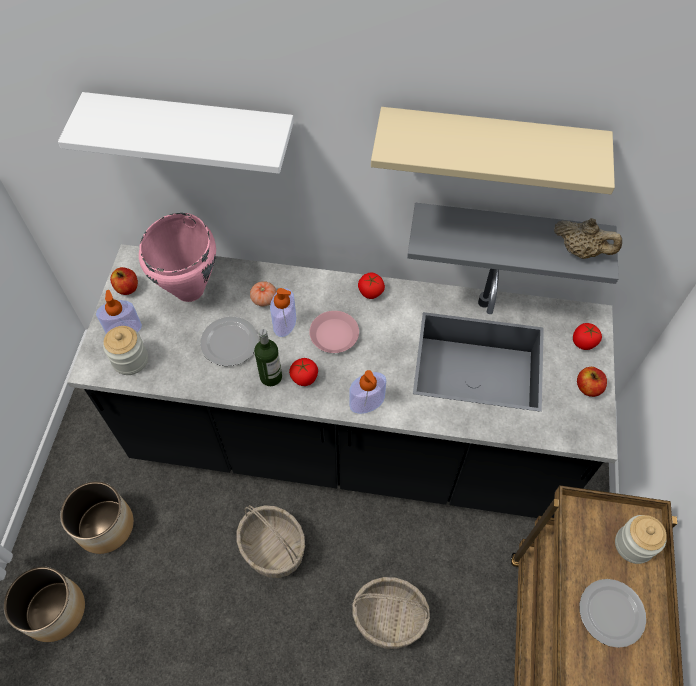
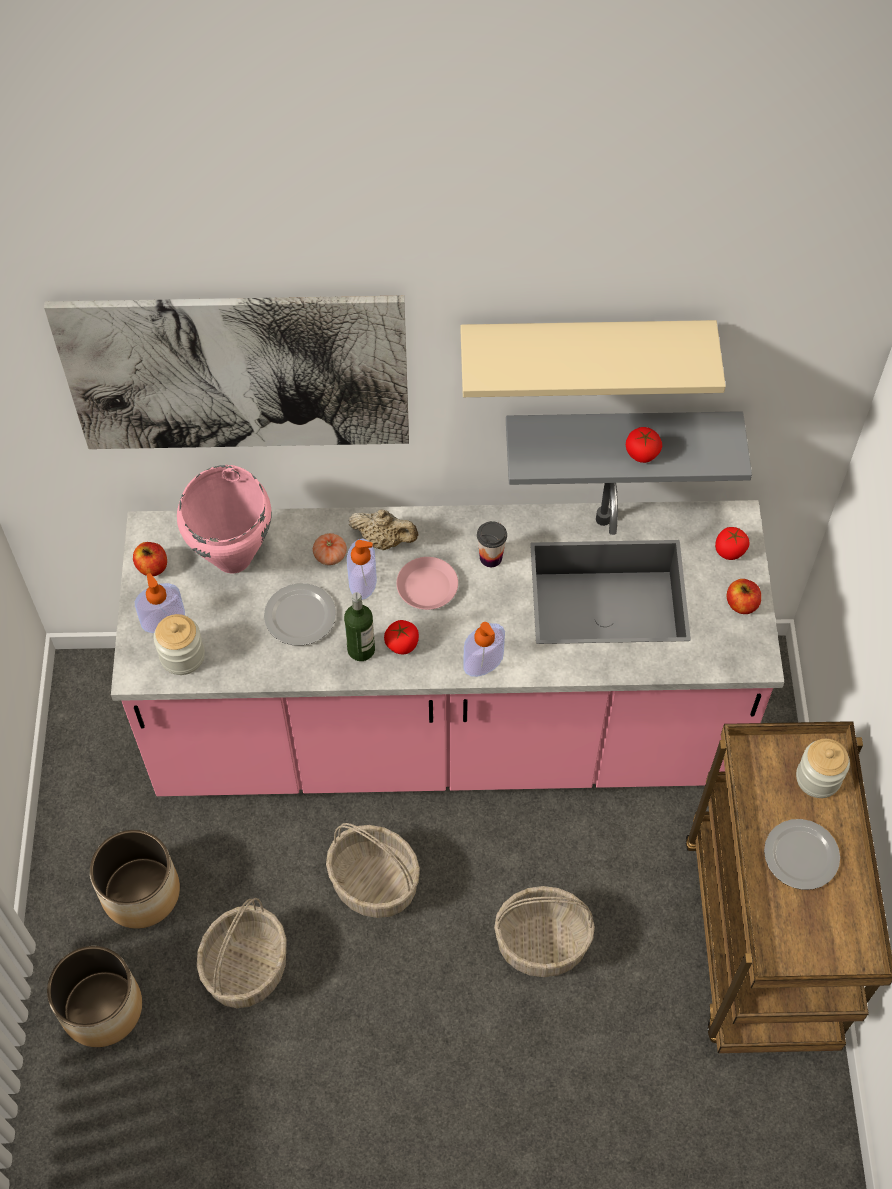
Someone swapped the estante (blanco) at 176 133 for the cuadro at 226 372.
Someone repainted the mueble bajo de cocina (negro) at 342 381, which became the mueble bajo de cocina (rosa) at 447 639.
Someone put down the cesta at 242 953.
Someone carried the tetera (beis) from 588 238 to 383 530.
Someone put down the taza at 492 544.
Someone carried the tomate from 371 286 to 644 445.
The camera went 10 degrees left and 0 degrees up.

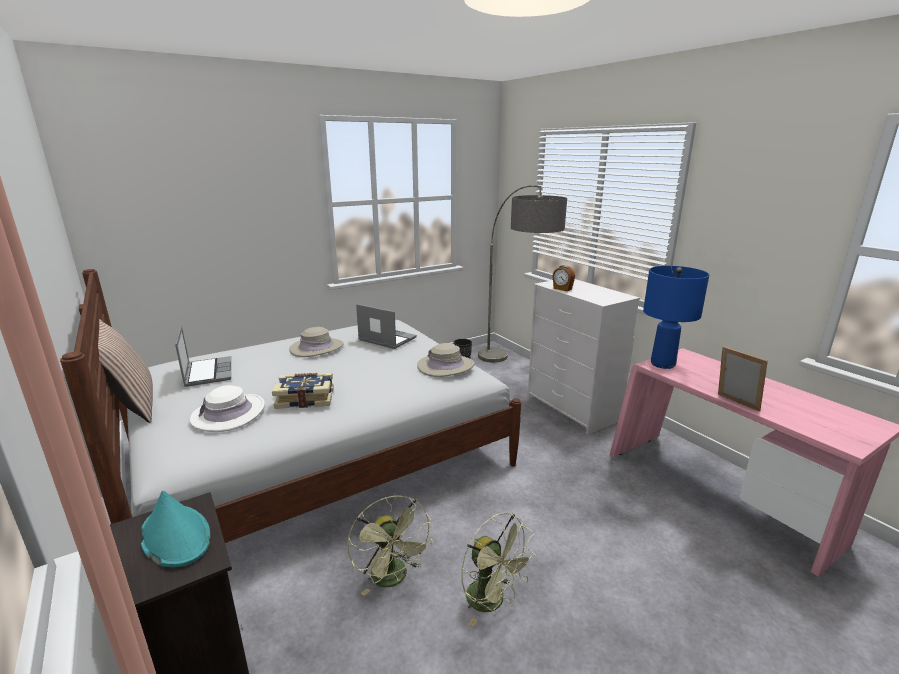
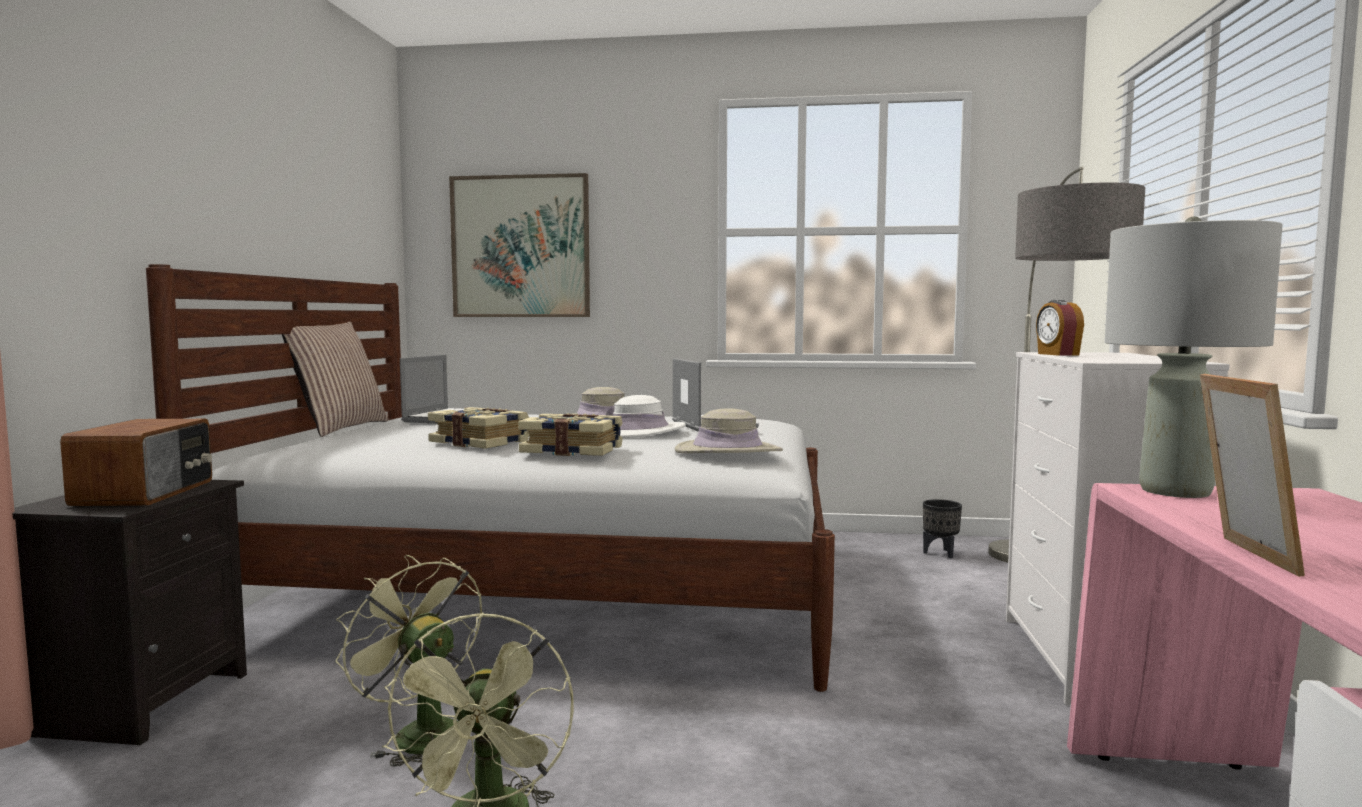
Someone swapped the sombrero (turquesa) at 175 528 for the radio at 136 462.
Someone rotated the ventilador (verde) at 390 546 by 120 degrees clockwise.
Someone put up the cuadro at 519 245.
Someone put down the libro at 570 434.
Someone carried the sombrero (blanco) from 227 408 to 646 416.
Someone repainted the lámpara de mesa (azul) at 676 317, which became the lámpara de mesa (gris) at 1194 357.
The camera went 40 degrees right and 15 degrees down.

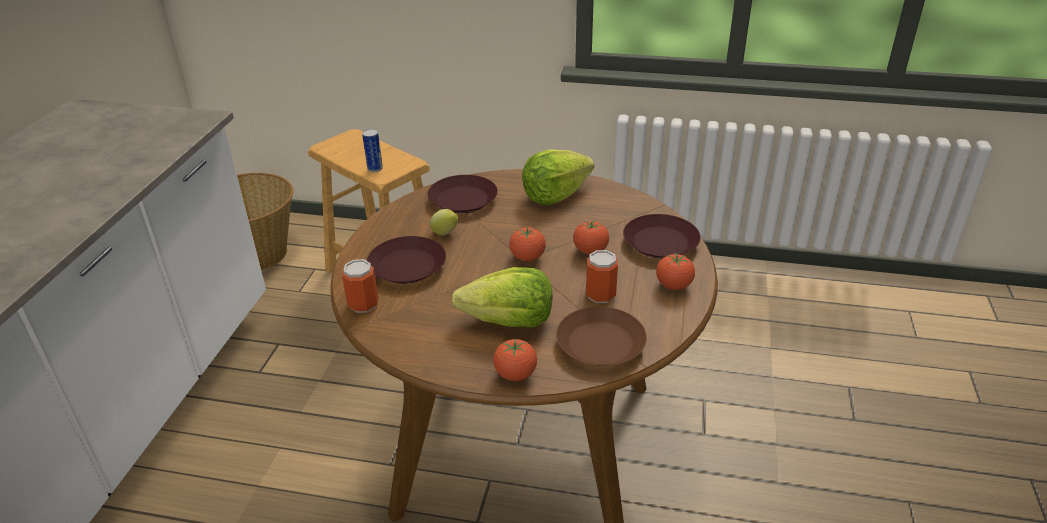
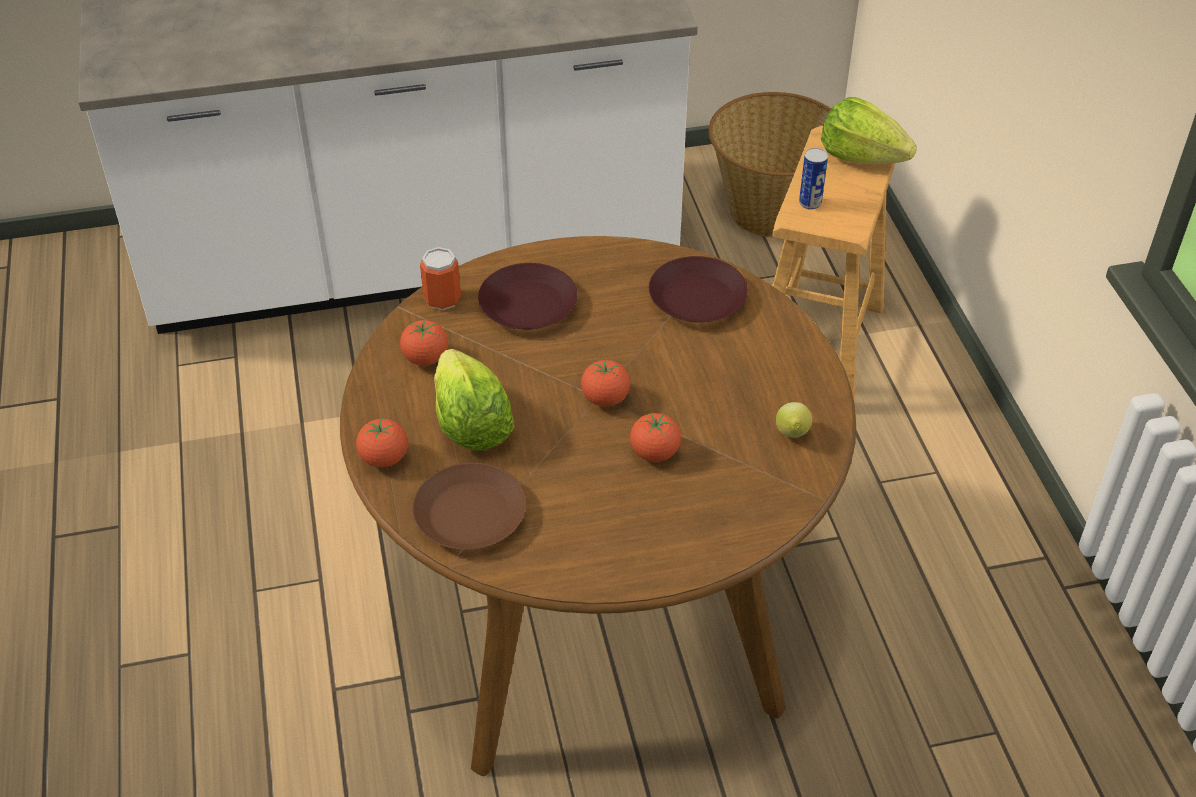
Someone carried the tomate from 675 271 to 424 342.
Someone carried the limón from 444 222 to 794 420.
Someone carried the lechuga from 558 177 to 869 130.
Someone took away the lata at 602 276.
Someone took away the plato (marrón) at 662 236.
The camera went 65 degrees right and 10 degrees up.

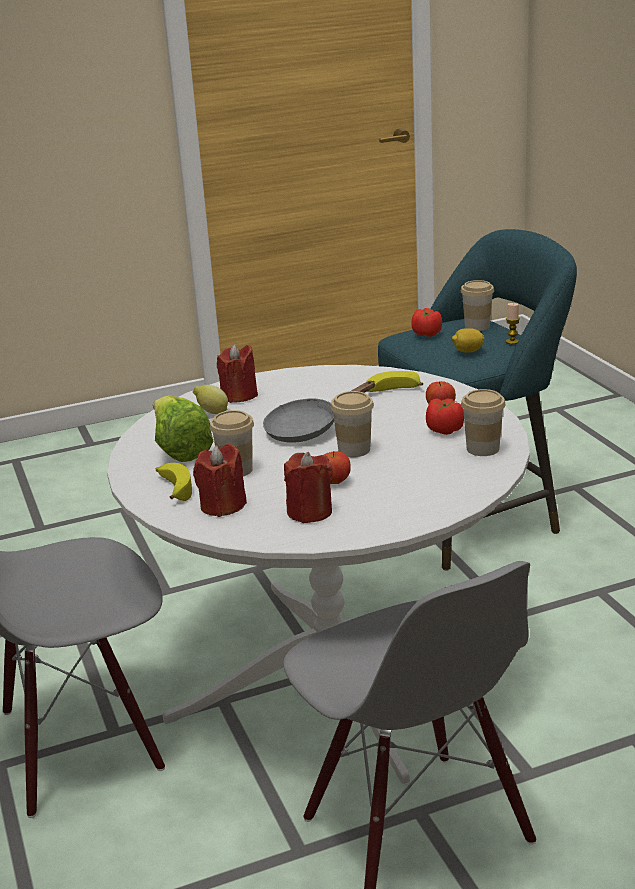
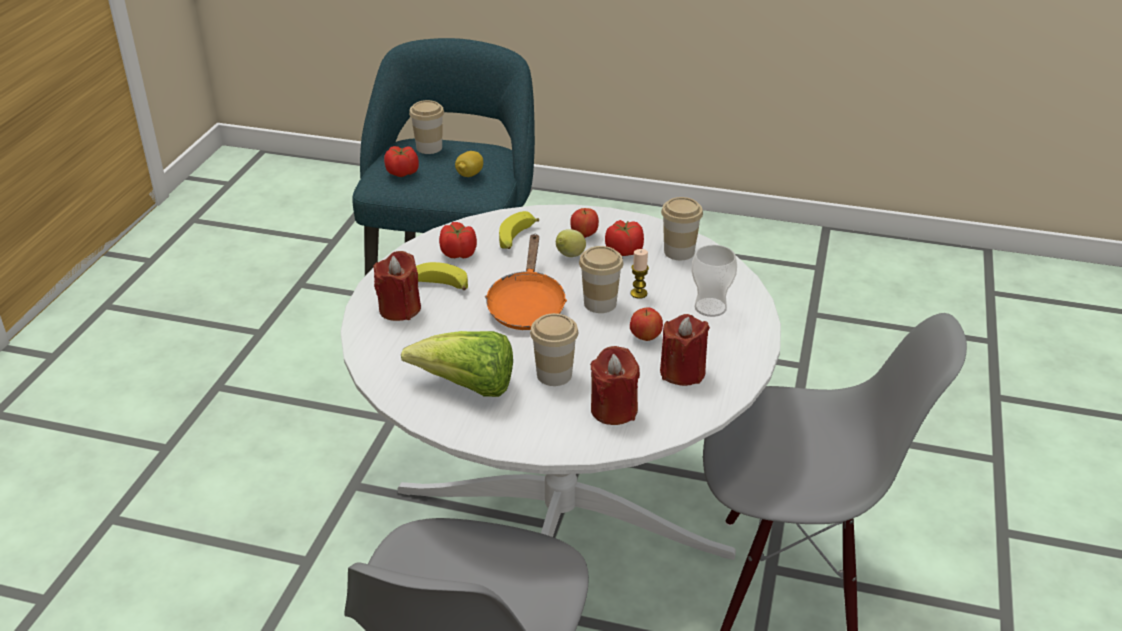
Someone carried the plátano from 174 482 to 442 276.
Someone put down the tomate at 458 240.
Someone repainted the sartén (gris) at 319 412, which became the sartén (naranja) at 526 282.
Someone carried the limón from 210 399 to 571 243.
Someone carried the vela from 513 323 to 639 274.
Someone put down the taza at 714 281.
The camera went 55 degrees left and 10 degrees up.

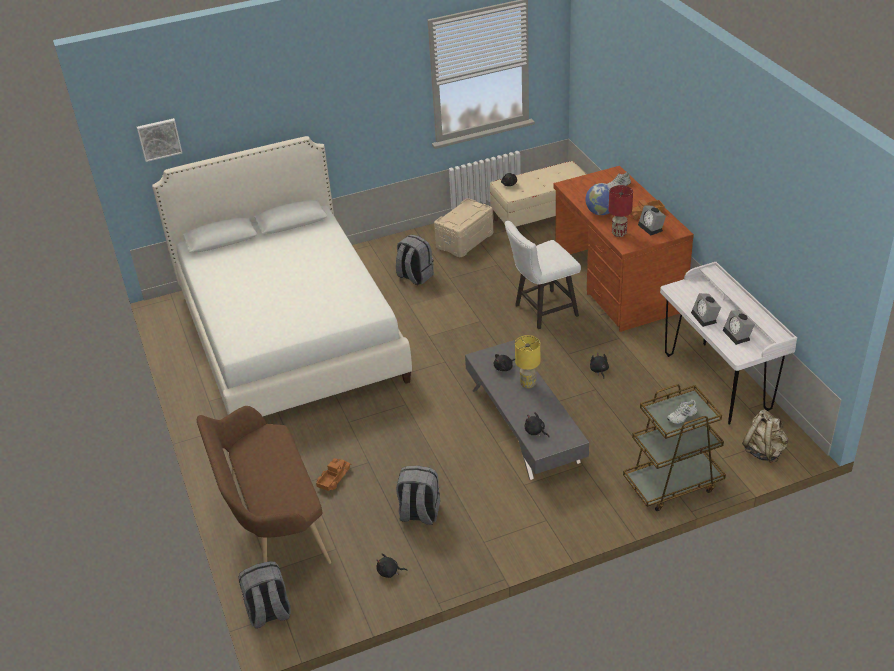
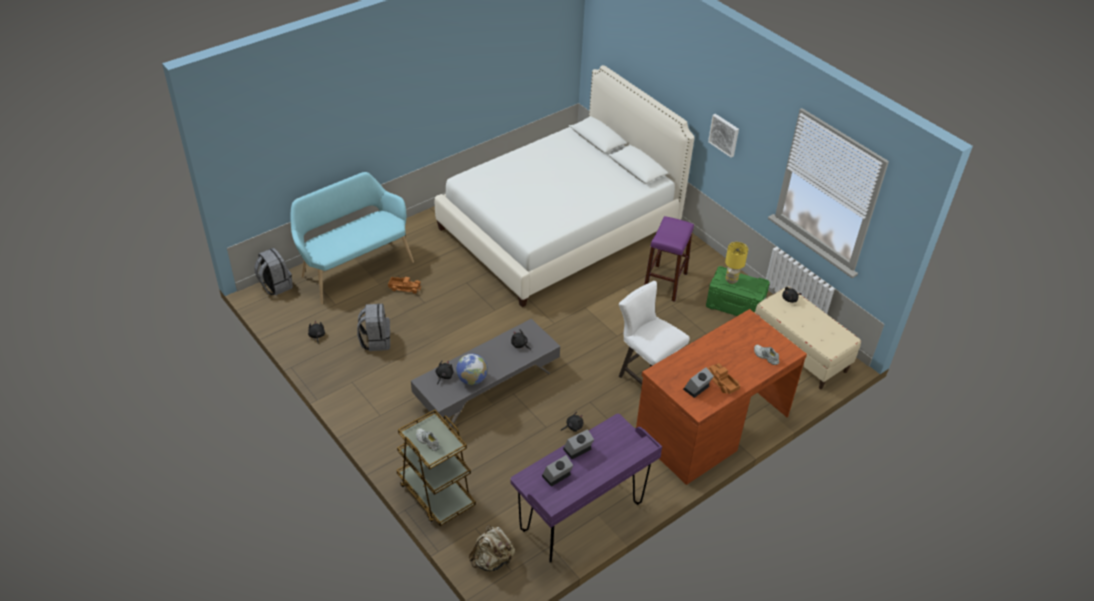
Someone repainted the banco (marrón) at 264 485, which became the banco (turquesa) at 352 238.
Someone carried the globo terráqueo from 598 199 to 472 369.
Someone repainted the escritorio (blanco) at 728 343, which became the escritorio (morado) at 586 488.
Someone swapped the mochila (gris) at 415 259 for the taburete (morado) at 669 259.
Someone repainted the caja de almacenaje (beis) at 463 227, which became the caja de almacenaje (verde) at 738 291.
Someone carried the cuadro from 159 140 to 723 136.
Someone carried the lámpara de mesa (amarillo) from 527 361 to 736 263.
Someone took away the lámpara de mesa (rojo) at 621 211.
The camera went 70 degrees right and 5 degrees up.

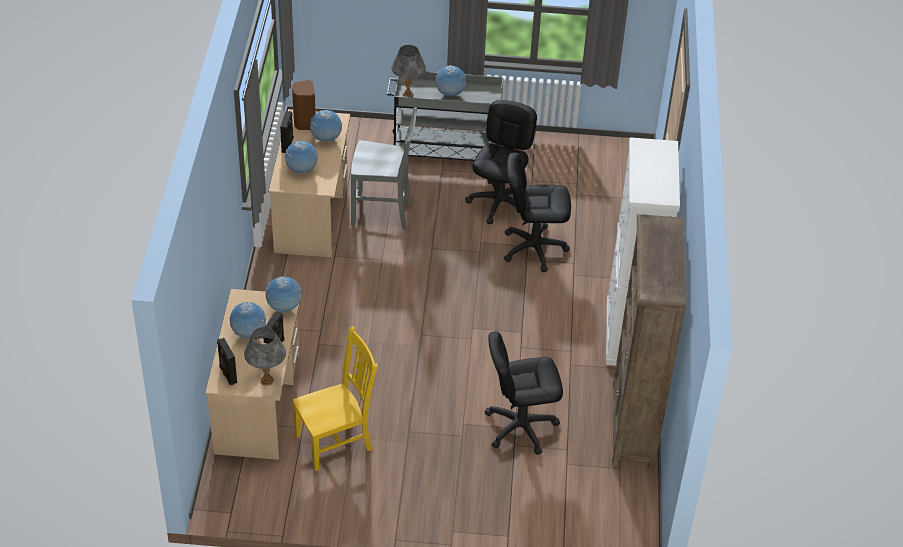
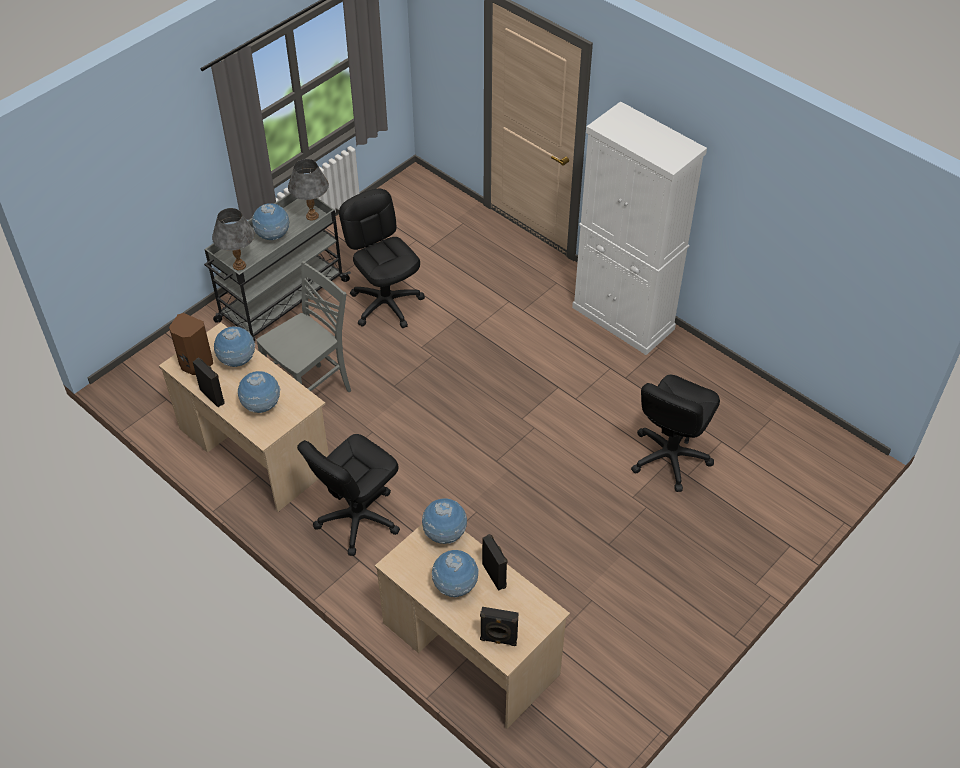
Someone carried the lámpara de mesa (gris) from 265 356 to 308 190.
Someone carried the silla de oficina (negro) from 537 212 to 348 495.
Someone took away the silla (amarillo) at 335 398.
Someone took away the estantería (marrón) at 649 341.
The camera went 50 degrees left and 5 degrees up.

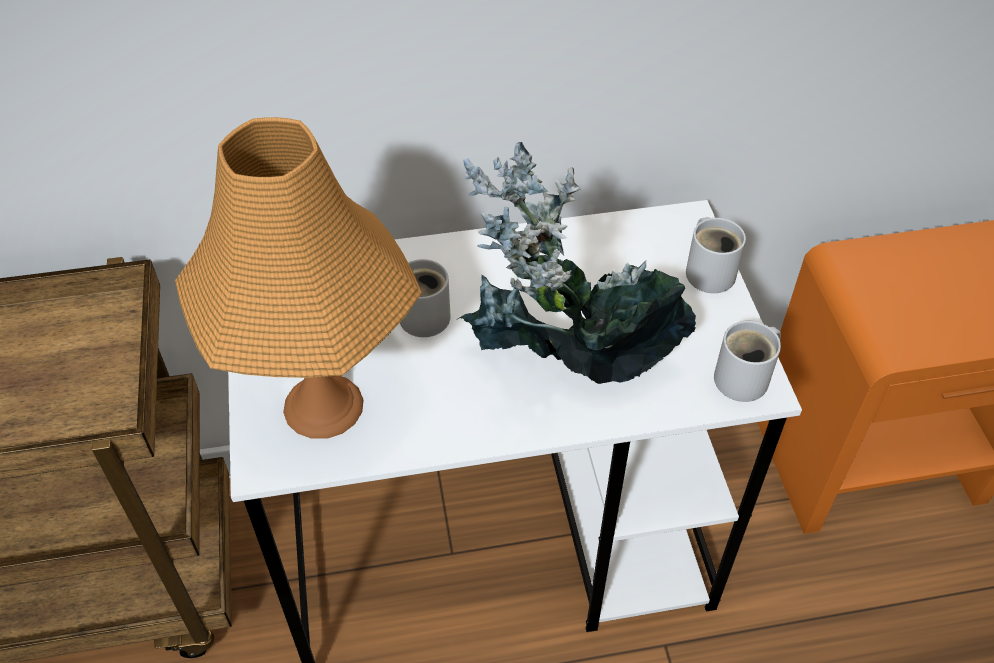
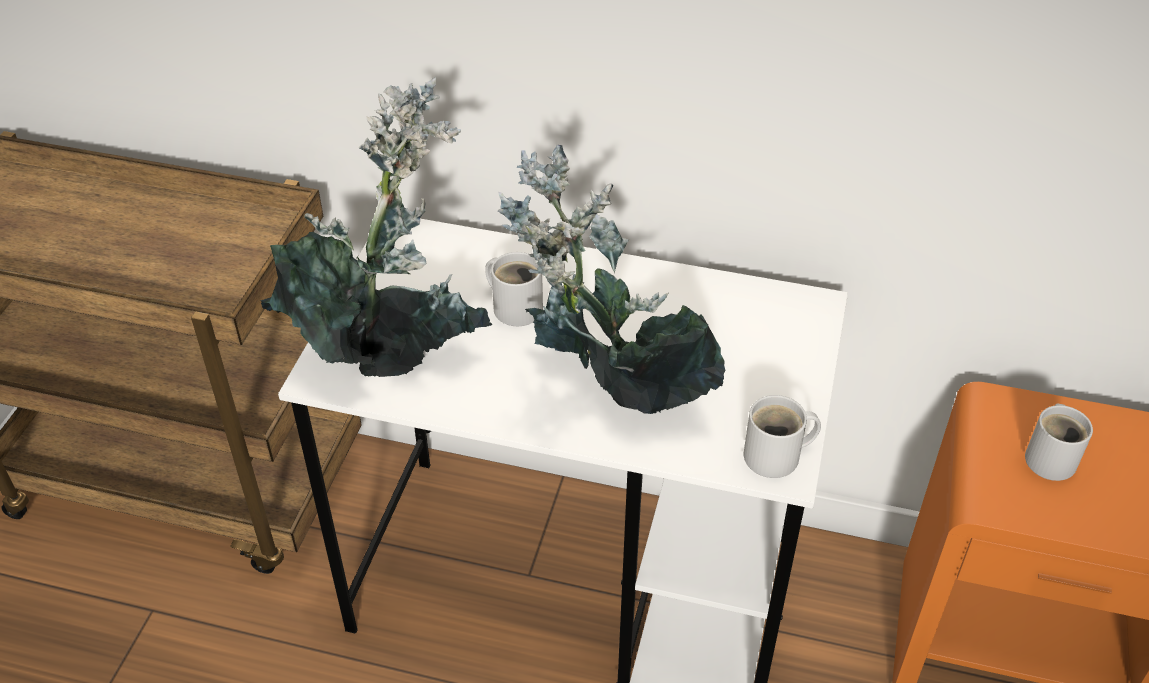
Someone swapped the lámpara de mesa (naranja) at 298 278 for the planta en maceta at 376 227.
Someone carried the taza grande (blanco) from 716 255 to 1059 442.
The camera went 25 degrees right and 5 degrees down.

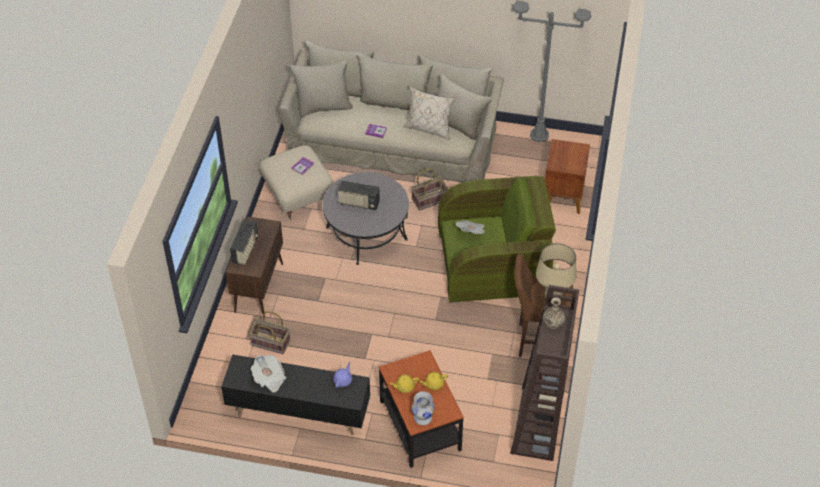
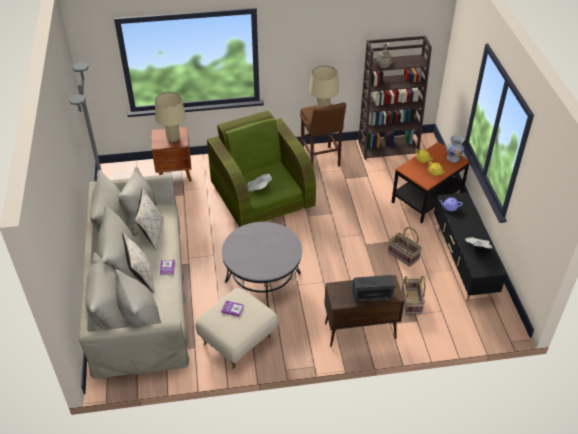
Someone put down the cojín (beis) at 138 263.
Someone put down the lámpara de mesa (beis) at 170 117.
Someone carried the cesta from 429 189 to 405 247.
Someone took away the radio at 359 195.
The camera went 110 degrees left and 5 degrees down.

